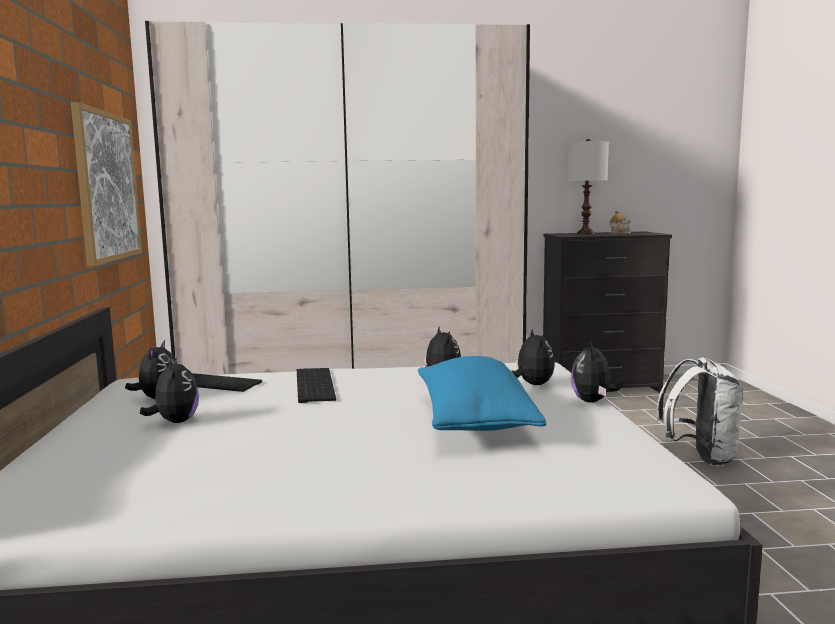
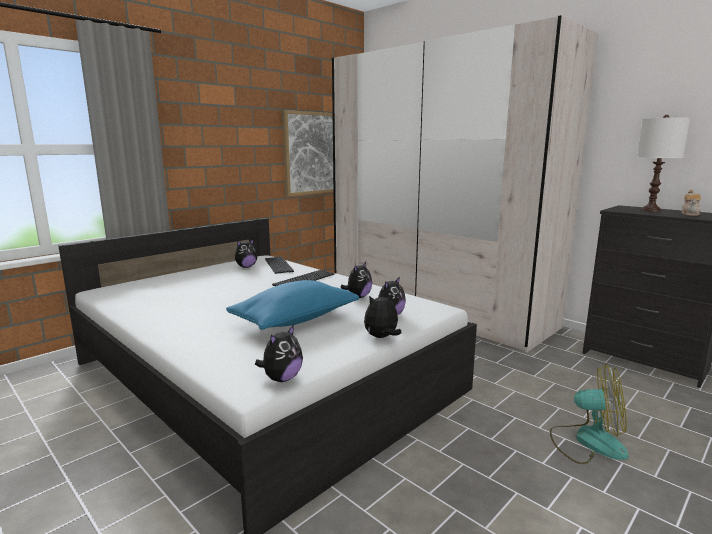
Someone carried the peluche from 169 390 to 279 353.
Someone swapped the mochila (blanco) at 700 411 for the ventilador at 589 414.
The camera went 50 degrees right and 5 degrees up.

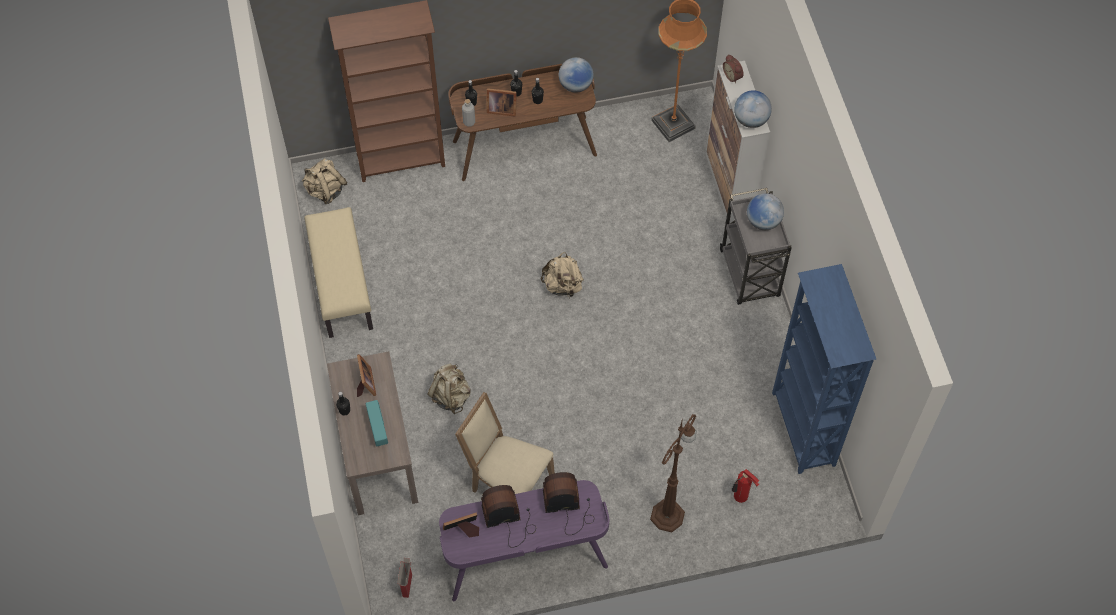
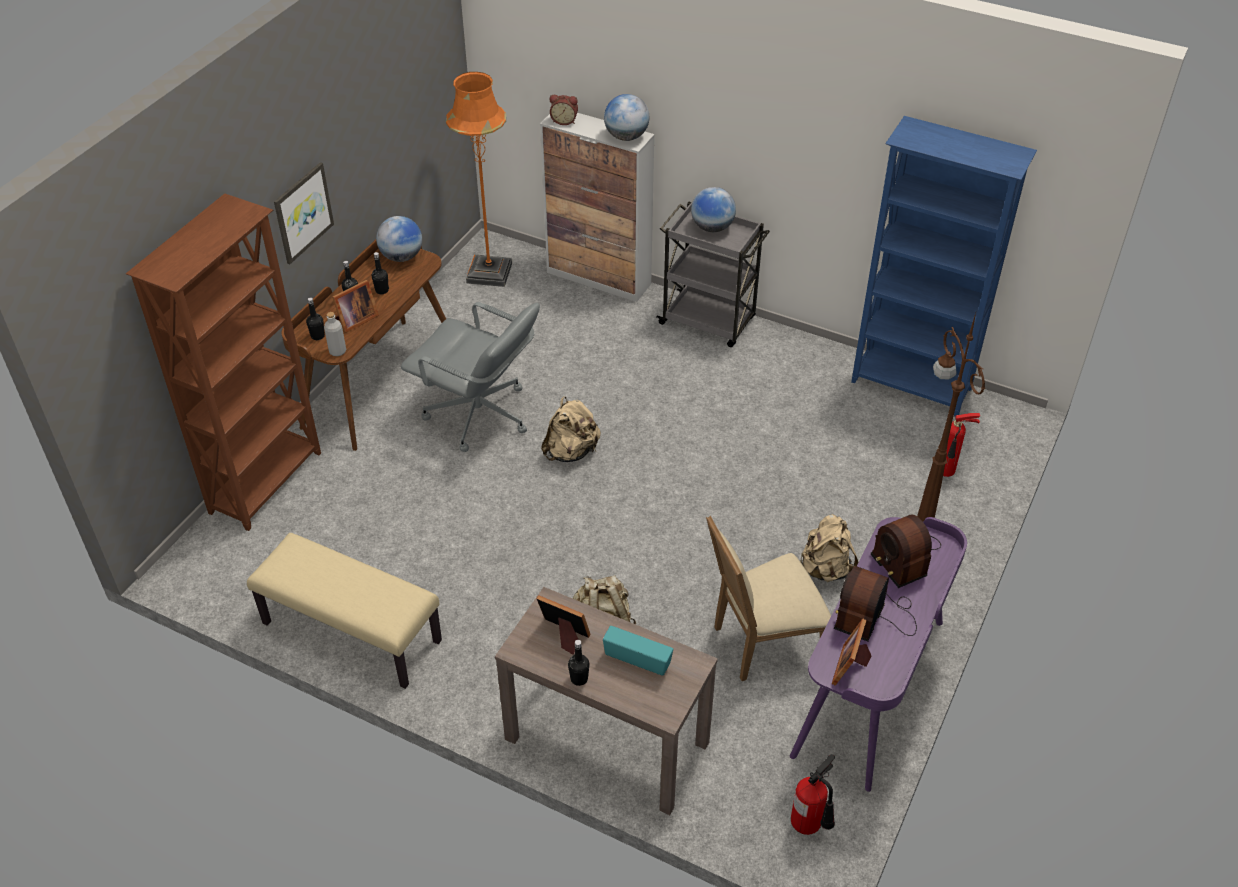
Someone put up the cuadro at 304 213.
Someone put down the silla de oficina (gris) at 470 377.
Someone swapped the caja de cartón at 404 578 for the extintor at 813 794.
Someone carried the mochila (beis) from 324 181 to 829 548.
Someone rotated the radio at 568 503 by 60 degrees counterclockwise.
The camera went 50 degrees left and 15 degrees down.

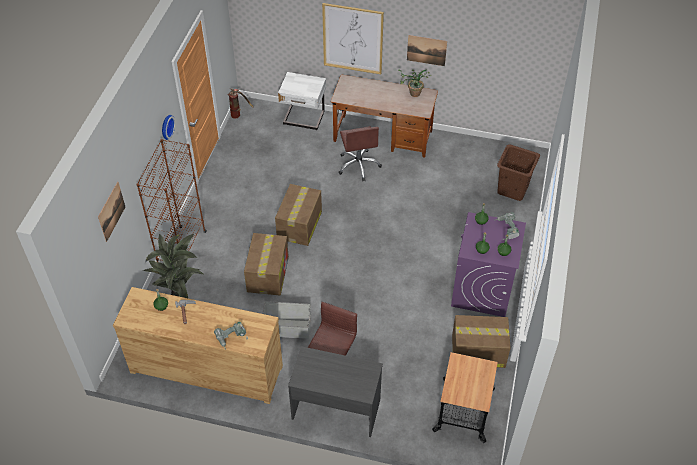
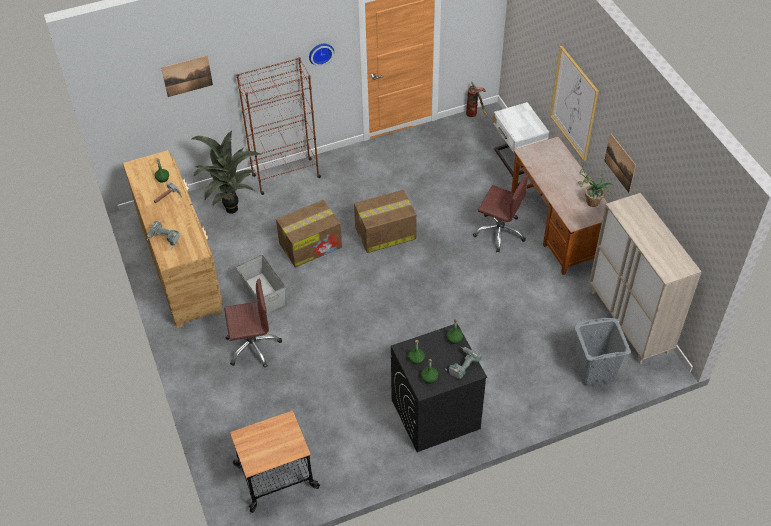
Someone repainted the lavadora (morado) at 488 264, which became the lavadora (negro) at 439 388.
Someone rotated the silla de oficina (marrón) at 360 153 by 105 degrees counterclockwise.
Someone repainted the cesto de la ropa (marrón) at 518 172, which became the cesto de la ropa (gris) at 603 352.
Someone put down the armario (beis) at 645 278.
Someone took away the escritorio (gris) at 335 391.
Someone took away the caja de cartón at 481 341.
The camera went 55 degrees right and 0 degrees up.

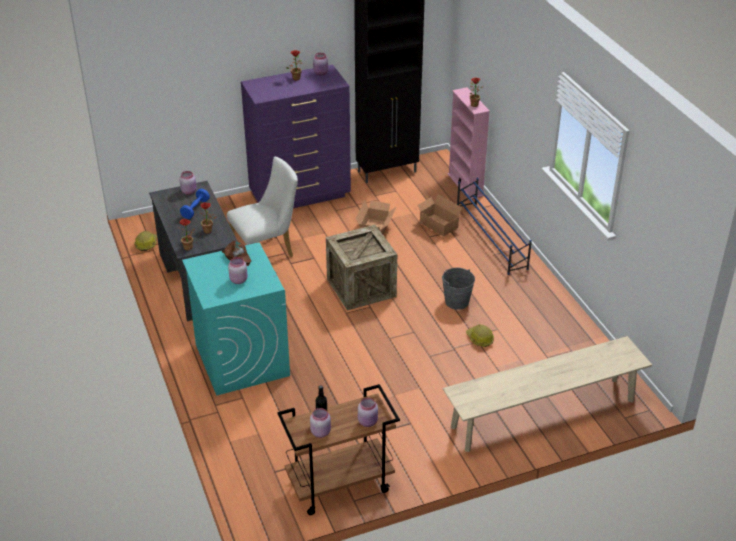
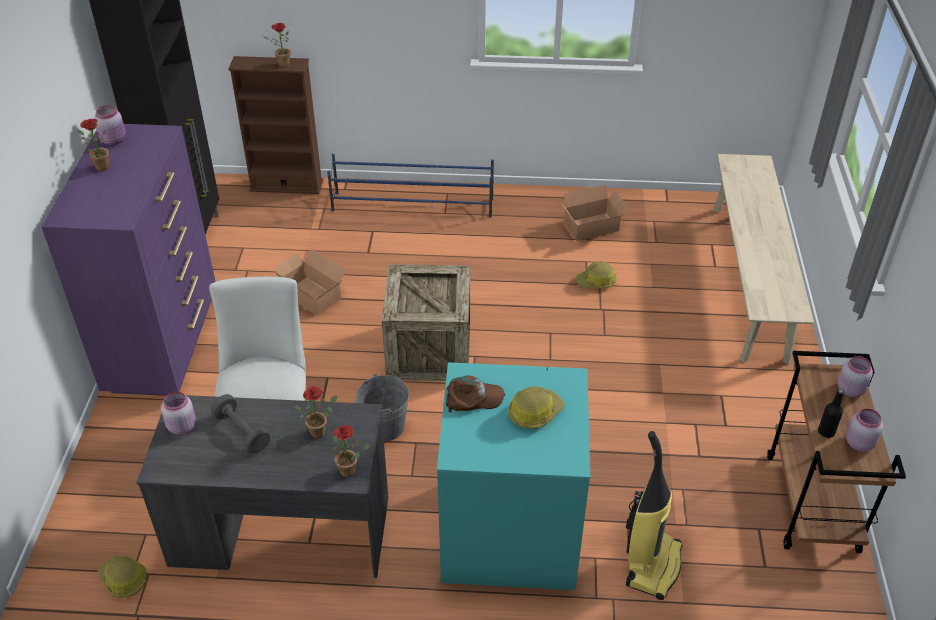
Someone repainted the mancuerna (azul) at 195 204, which became the mancuerna (gris) at 241 423.
Someone repainted the estantería (rosa) at 469 143, which became the estantería (marrón) at 275 125.
Someone carried the cubo (gris) from 458 289 to 382 407.
Someone swapped the tarro (rosa) at 238 270 for the casco at 536 407.
Someone carried the caja de cartón from 440 216 to 595 213.
Someone put down the aspiradora at 654 515.
The camera went 65 degrees left and 5 degrees up.

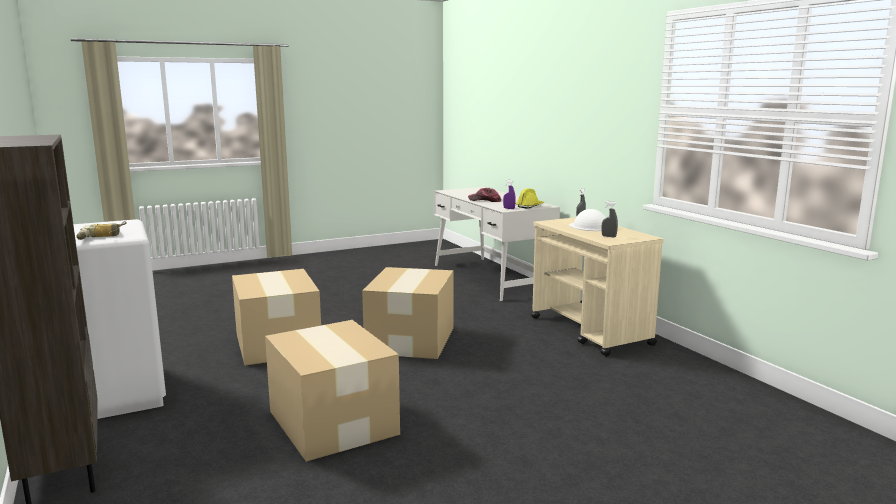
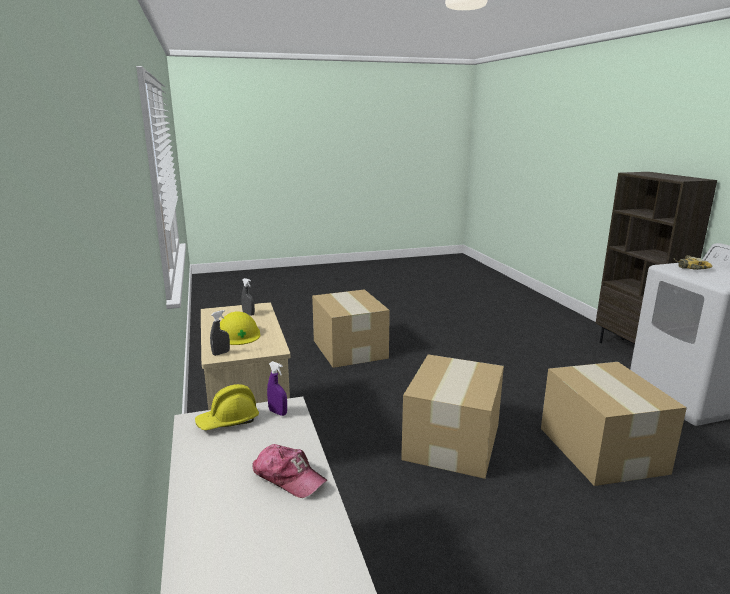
Someone repainted the casco (blanco) at 587 220, which became the casco (amarillo) at 240 328.
Someone carried the caja de cartón from 332 391 to 351 328.
The camera went 170 degrees left and 5 degrees up.

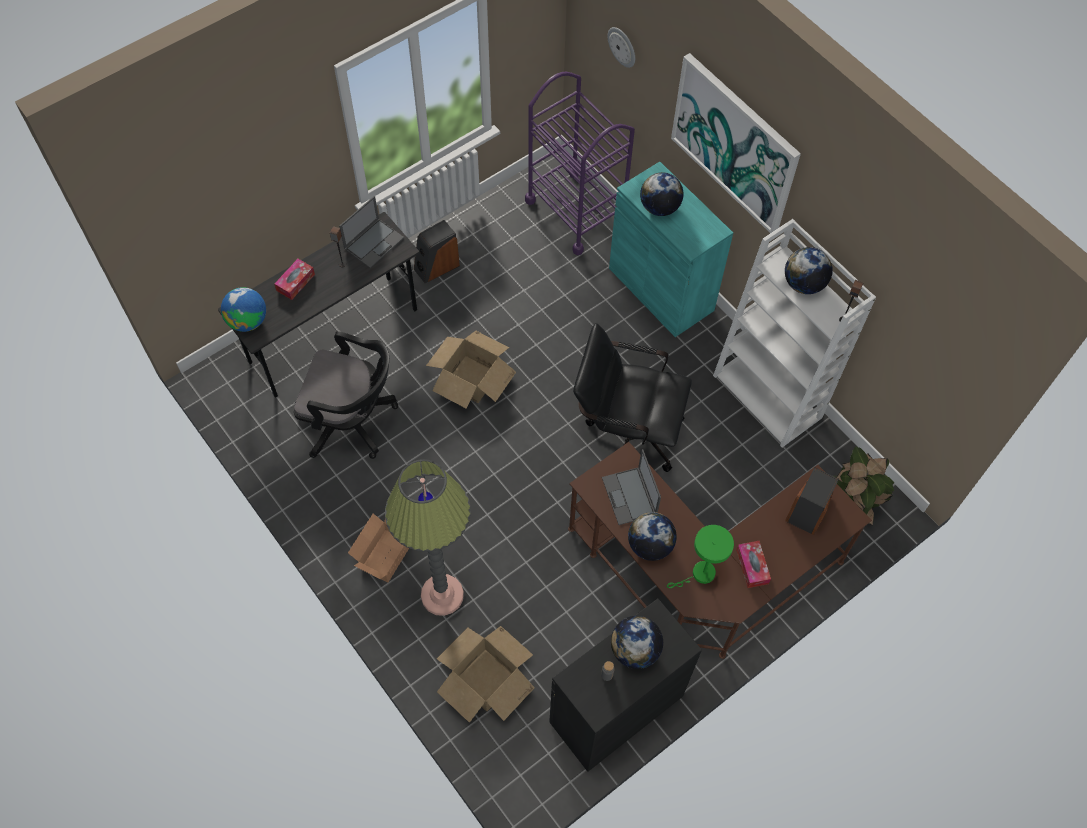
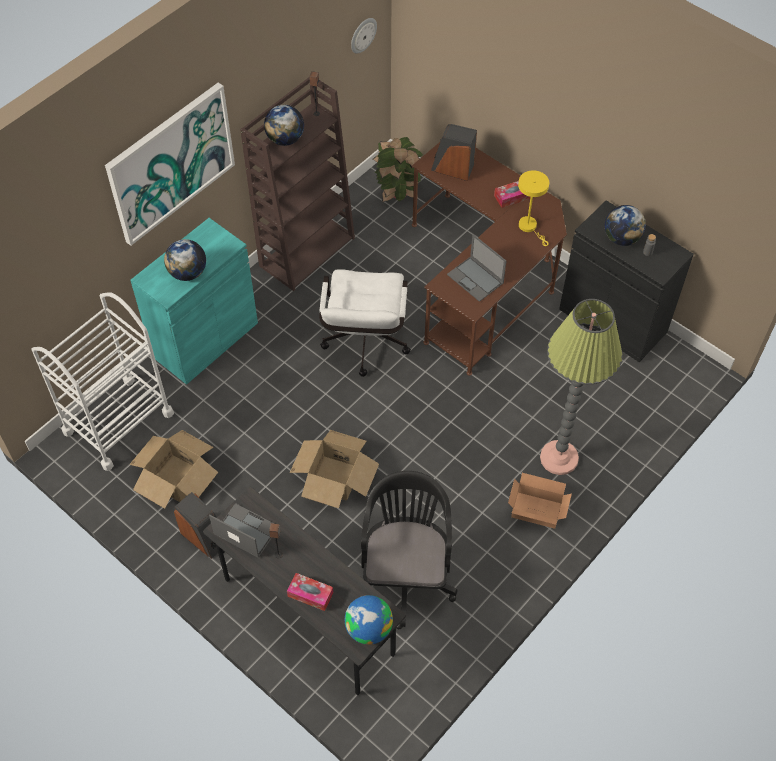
Someone repainted the carrito (morado) at 580 163, which became the carrito (blanco) at 102 381.
Someone carried the caja de cartón from 486 674 to 173 469.
Someone repainted the estantería (blanco) at 794 333, which became the estantería (marrón) at 297 184.
Someone repainted the silla de oficina (negro) at 632 397, which became the silla de oficina (blanco) at 365 323.
Someone carried the reloj de pared from 621 47 to 364 36.
Someone rotated the portátil at 631 487 by 75 degrees clockwise.
Someone repainted the lámpara de mesa (verde) at 700 556, which became the lámpara de mesa (amarillo) at 533 208.
Someone took away the globo terráqueo at 652 536.
The camera went 100 degrees left and 5 degrees down.

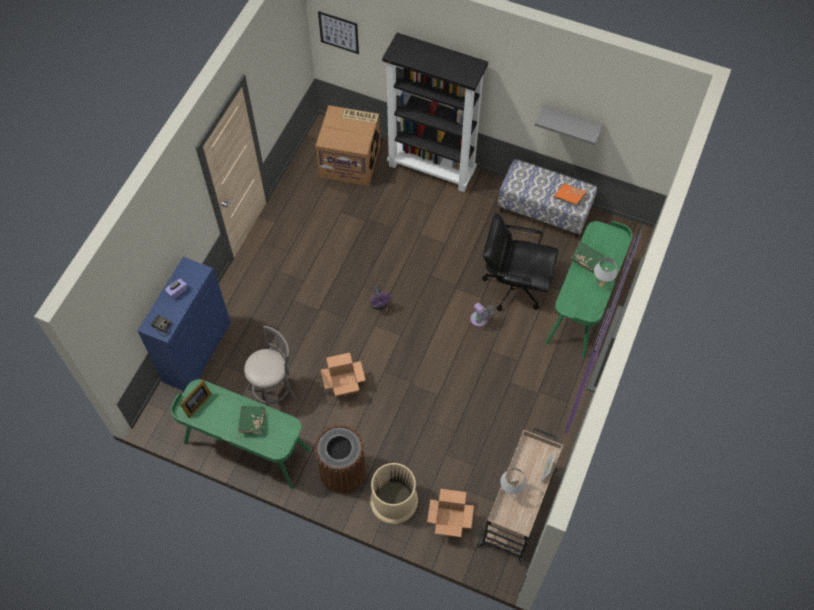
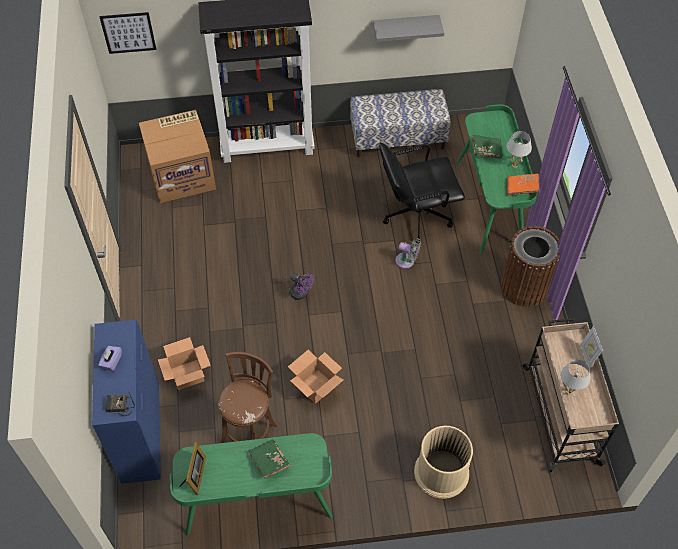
Someone carried the caja de cartón from 450 513 to 184 363.
Someone repainted the taburete (gris) at 270 366, which became the taburete (marrón) at 247 397.
Someone carried the papelera (marrón) from 340 459 to 530 266.
Someone carried the libro (naranja) from 570 195 to 523 184.
The camera went 30 degrees left and 5 degrees down.

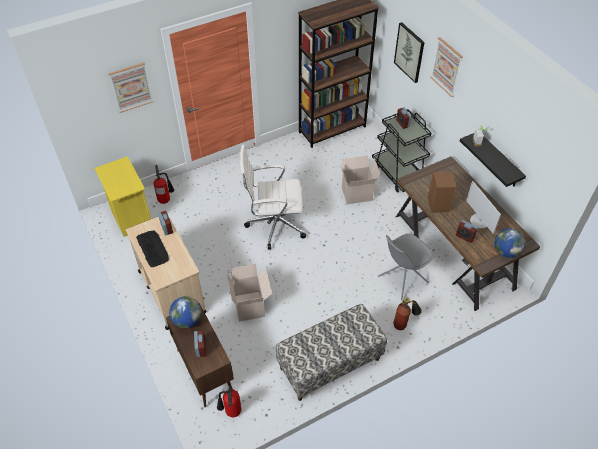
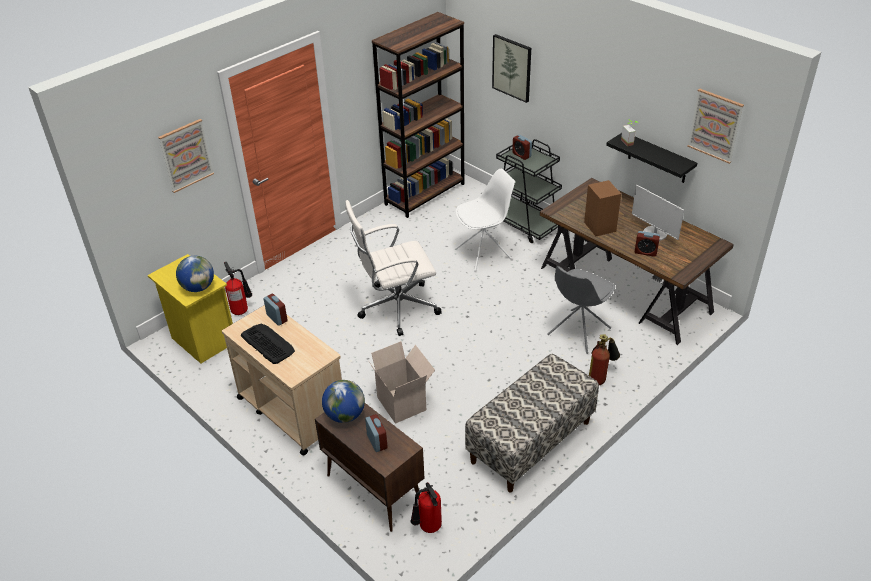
Someone carried the globo terráqueo from 510 243 to 195 274.
Someone swapped the caja de cartón at 360 180 for the silla (blanco) at 485 220.
Someone carried the cuadro from 446 67 to 715 126.
The camera went 15 degrees left and 10 degrees down.

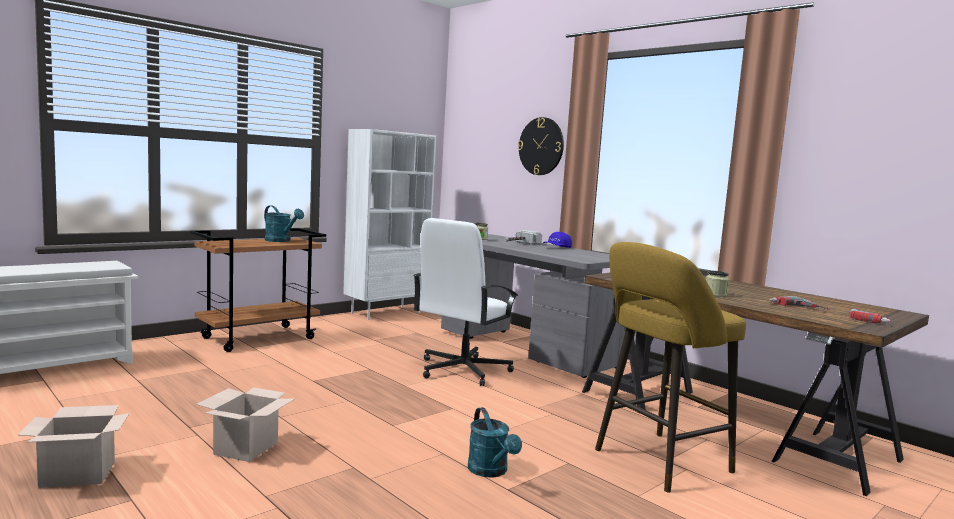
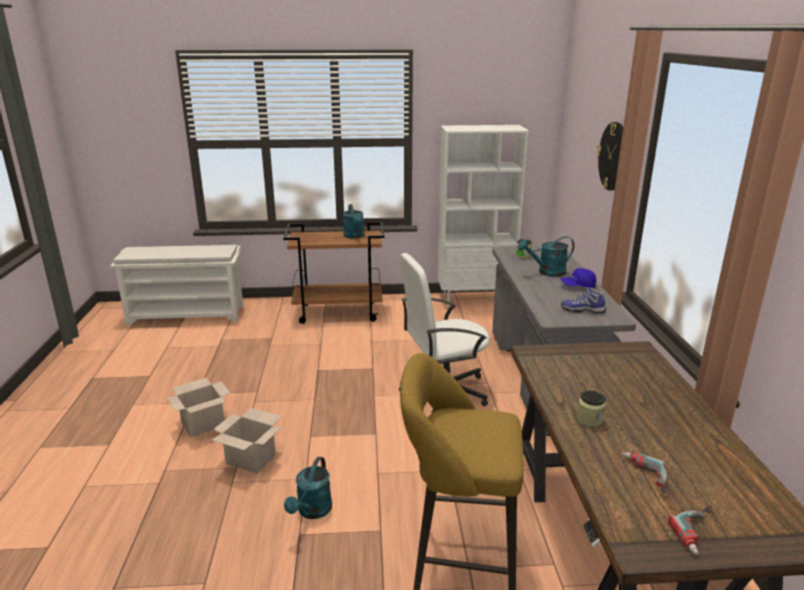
Someone carried the caja de cartón from 74 446 to 246 441.
Someone swapped the martillo at 523 237 for the regadera (turquesa) at 546 256.
Someone put down the zapato at 583 300.
The camera went 40 degrees right and 15 degrees up.

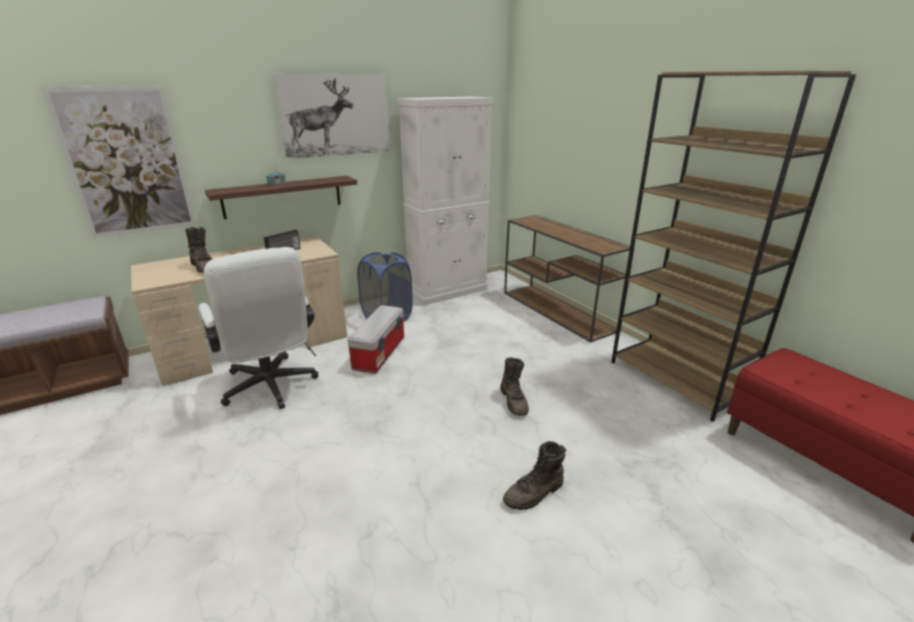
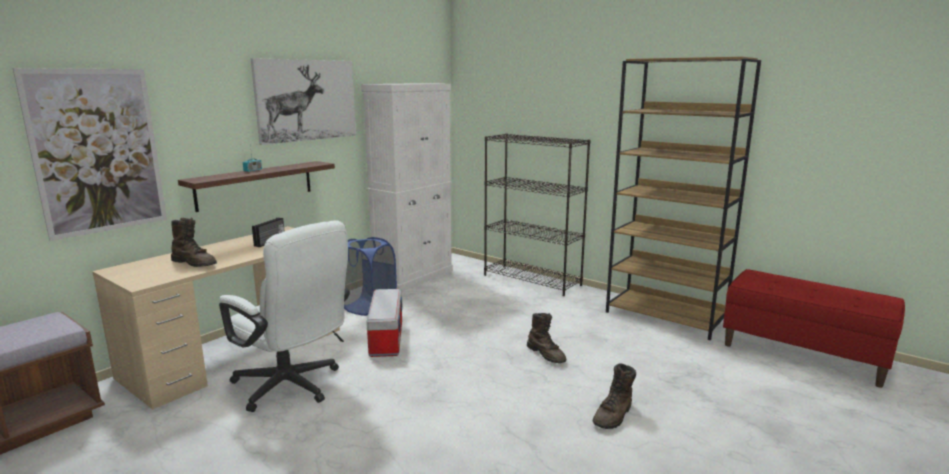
Someone swapped the mesa consola (marrón) at 569 279 for the estantería (negro) at 537 215.
The camera went 20 degrees left and 10 degrees down.

